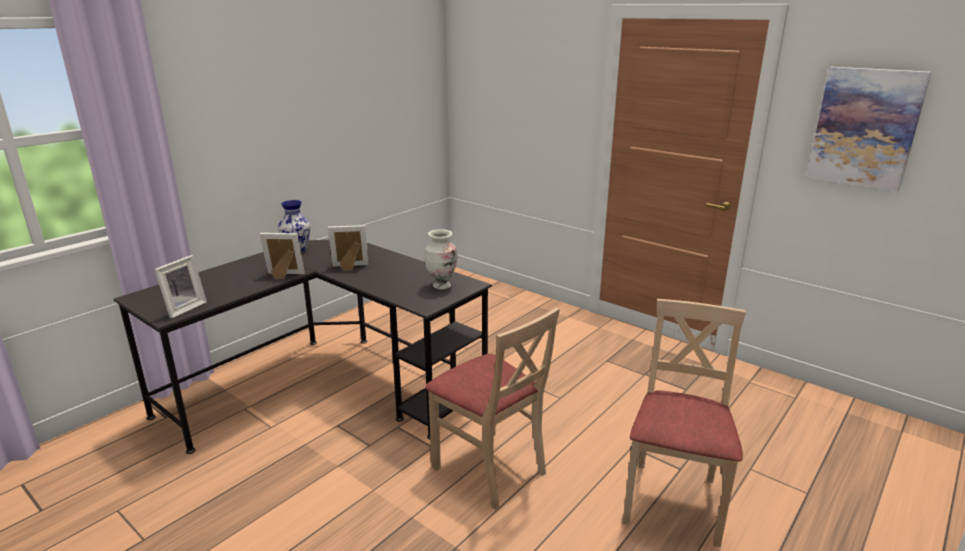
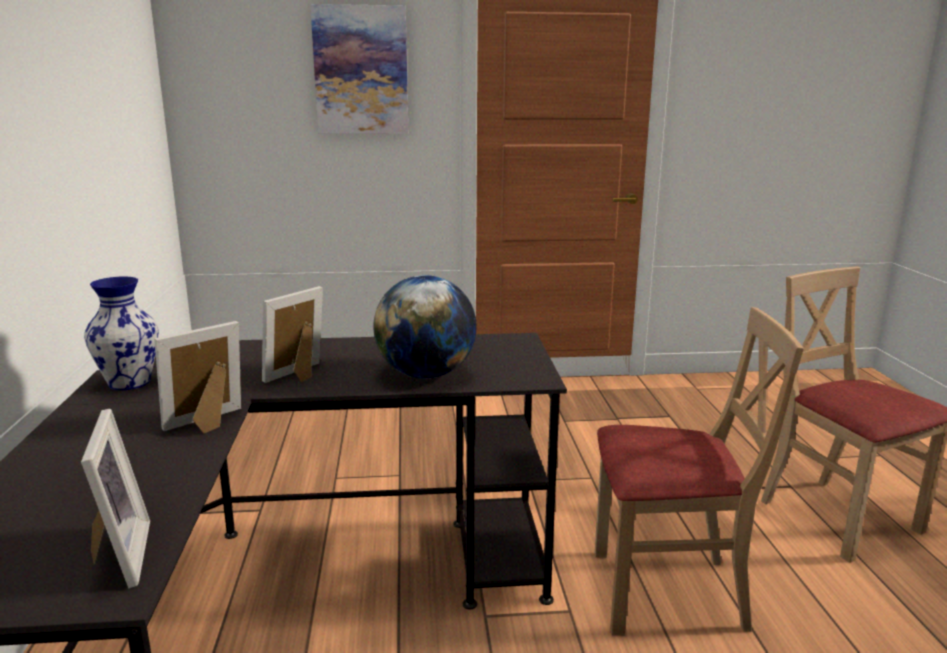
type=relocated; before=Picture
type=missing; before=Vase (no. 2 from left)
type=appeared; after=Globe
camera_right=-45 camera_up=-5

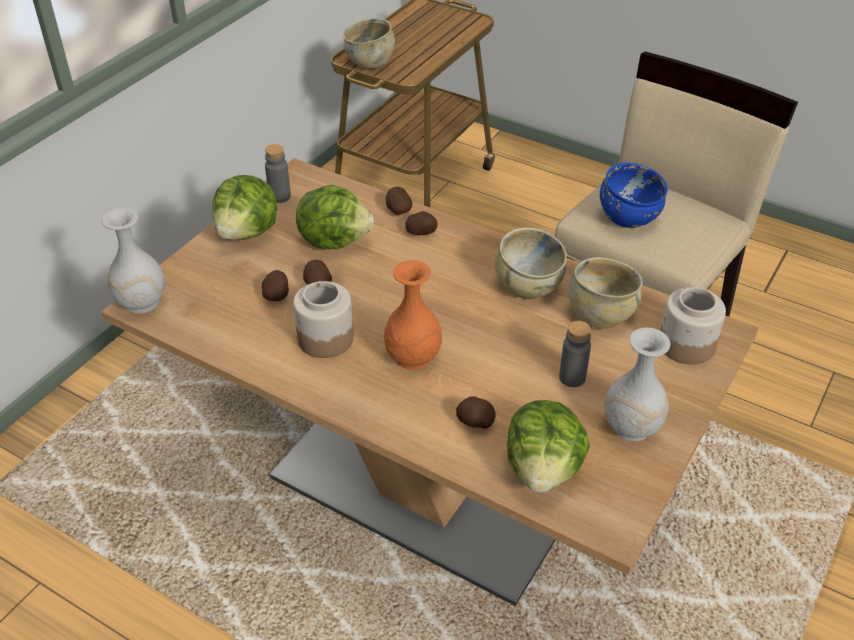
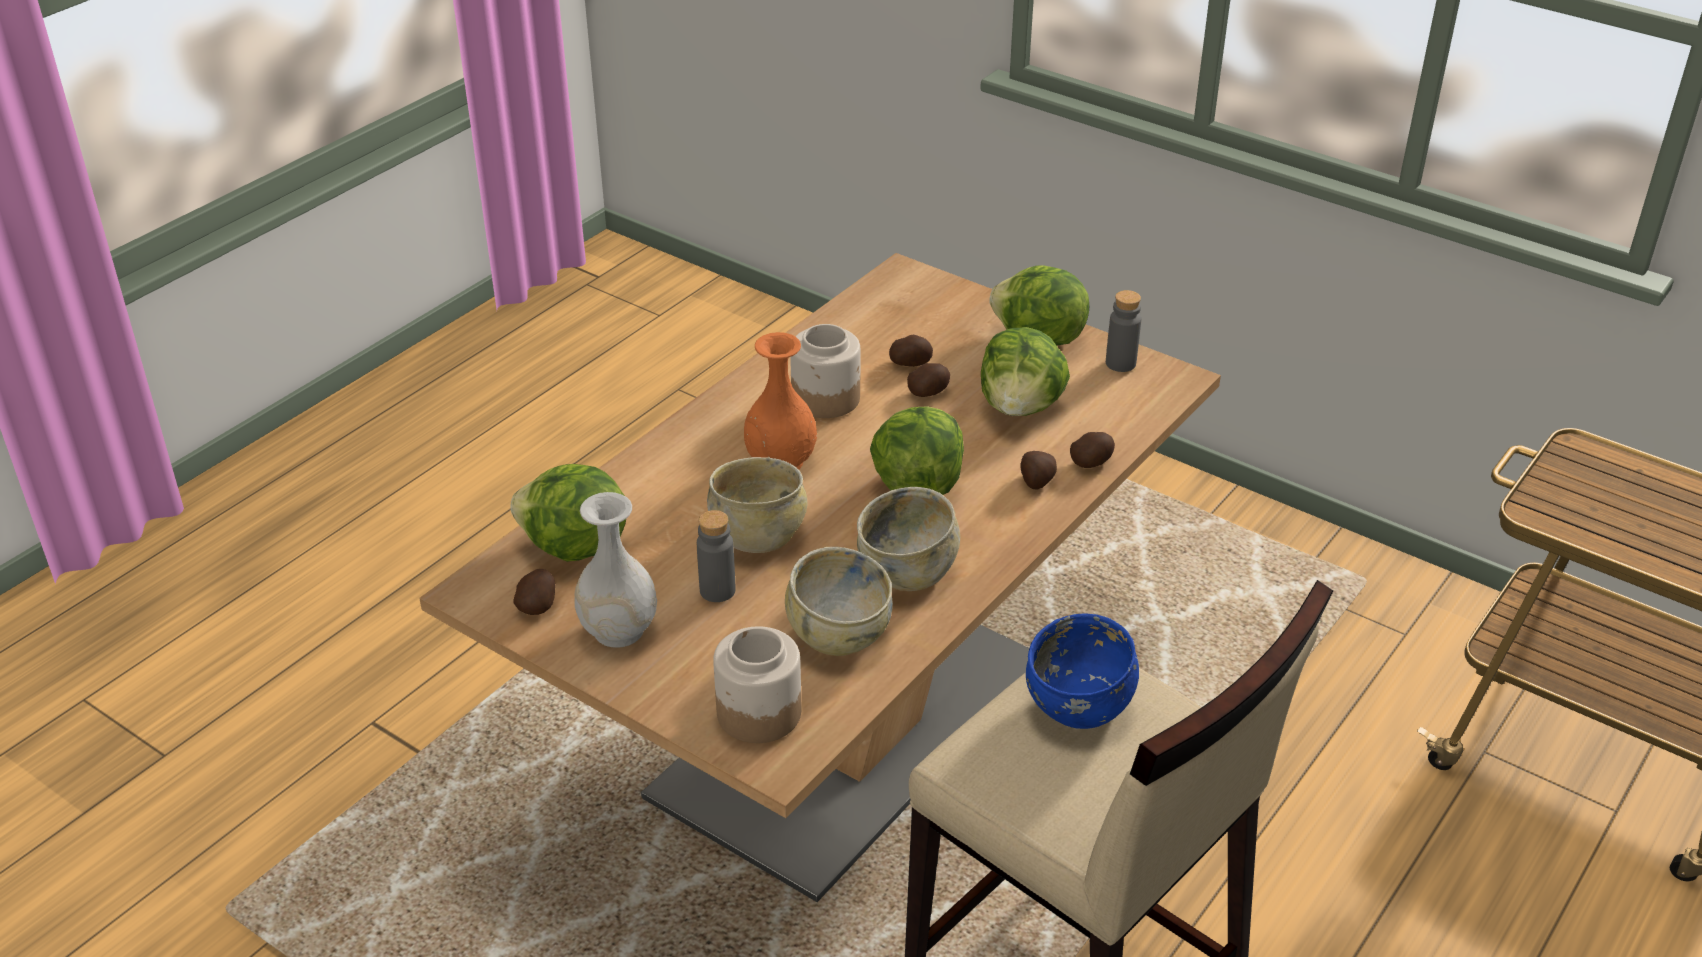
type=relocated; before=BeigeBowl (no. 1 from left)
type=missing; before=WhiteVase (no. 1 from left)
type=relocated; before=Potato (no. 5 from left in the first image); after=Potato (no. 1 from left)
type=appeared; after=Lettuce (no. 2 from left)
camera_right=95 camera_up=-5

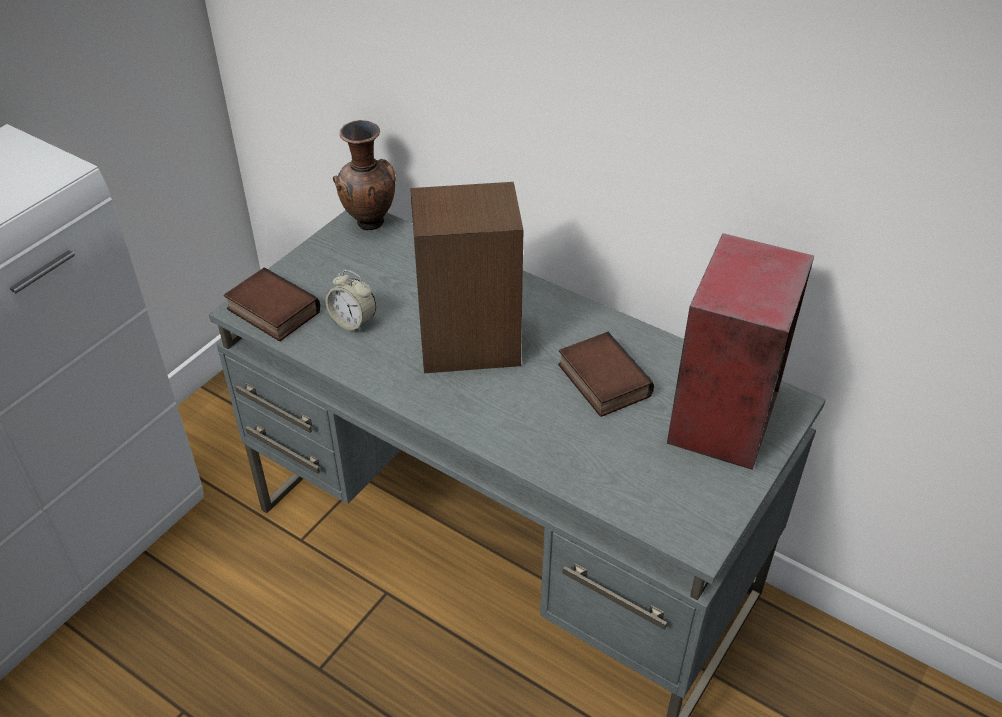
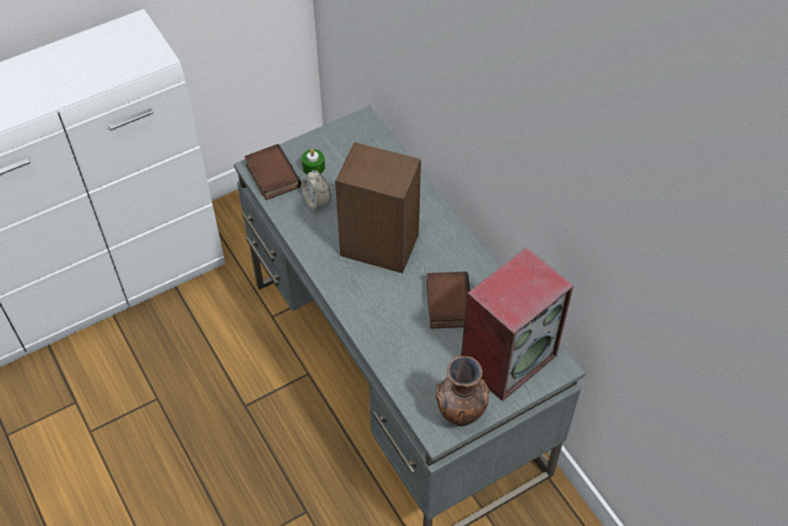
type=relocated; before=BrownVase
type=appeared; after=GreenCandle
camera_right=25 camera_up=10

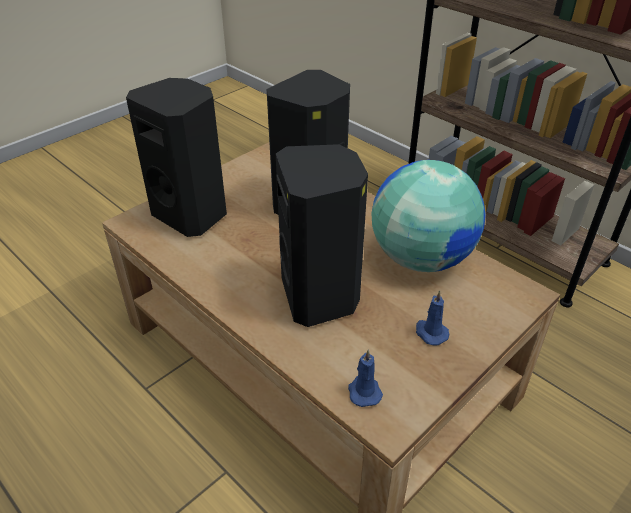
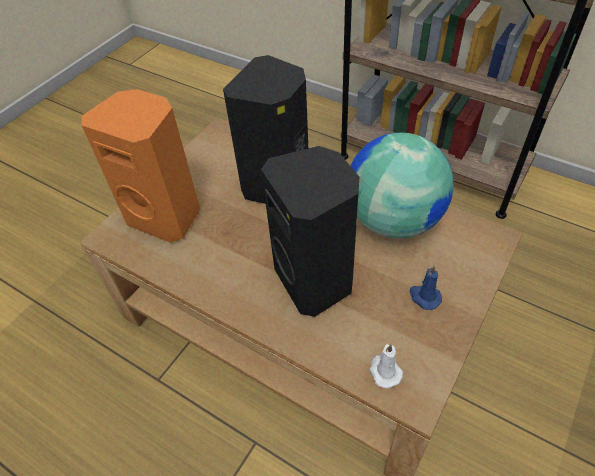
type=colour; before=BlackSpeaker (no. 1 from left); after=OrangeSpeaker
type=colour; before=BlueCandle (no. 1 from left); after=WhiteCandle
camera_right=-10 camera_up=10

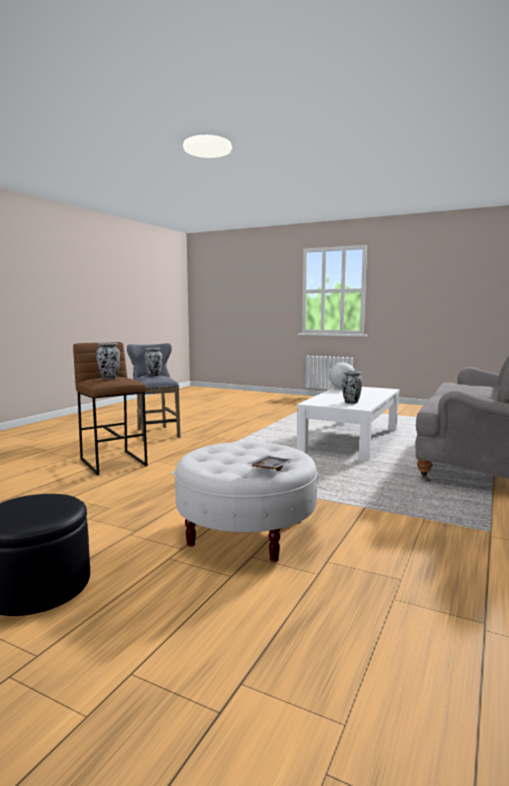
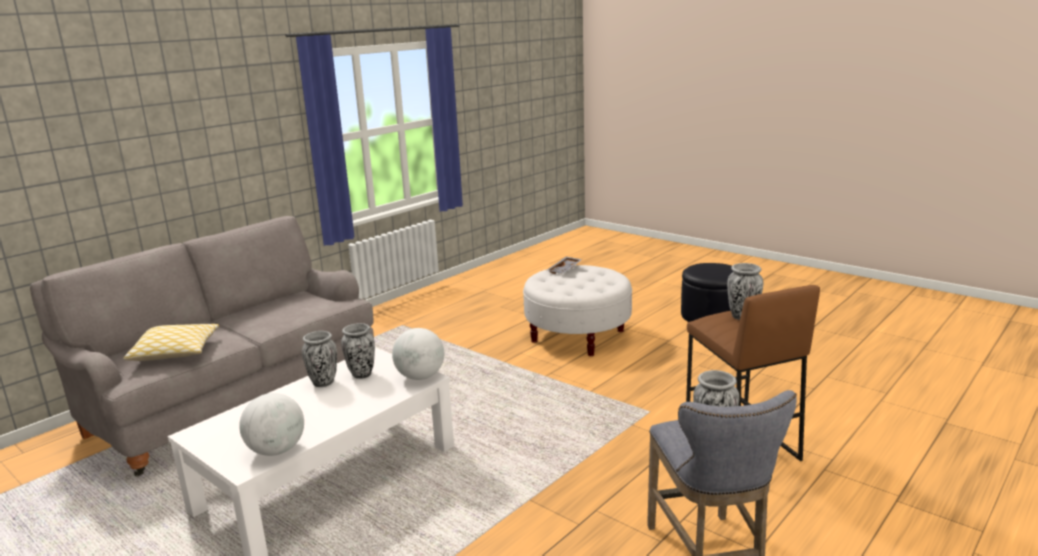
type=appeared; after=Pillow
type=appeared; after=Globe (no. 2 from left)
type=appeared; after=Vase (no. 1 from left)
camera_right=-165 camera_up=10

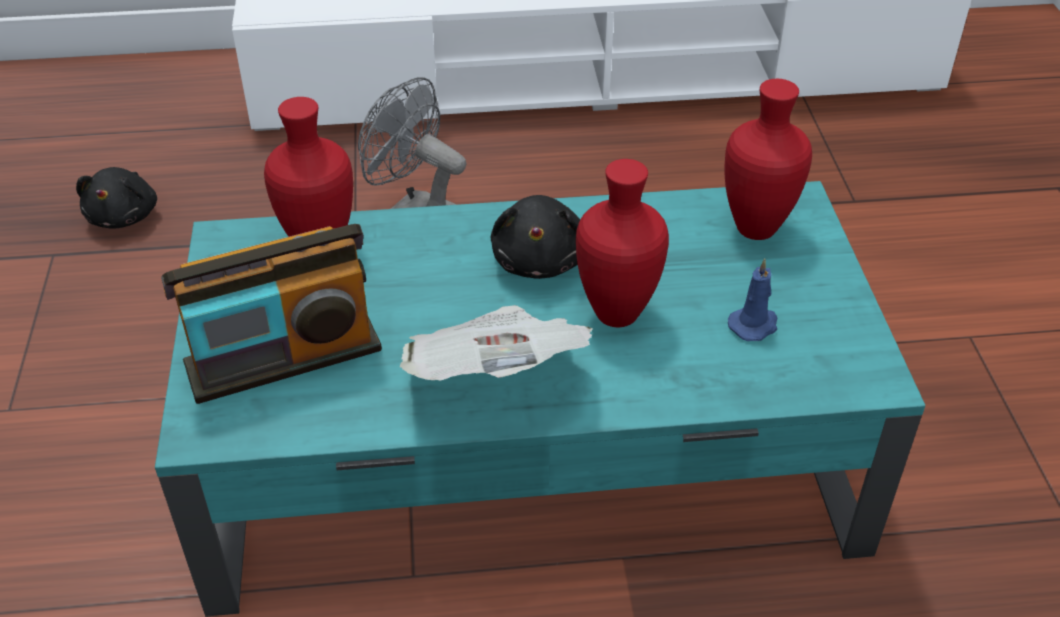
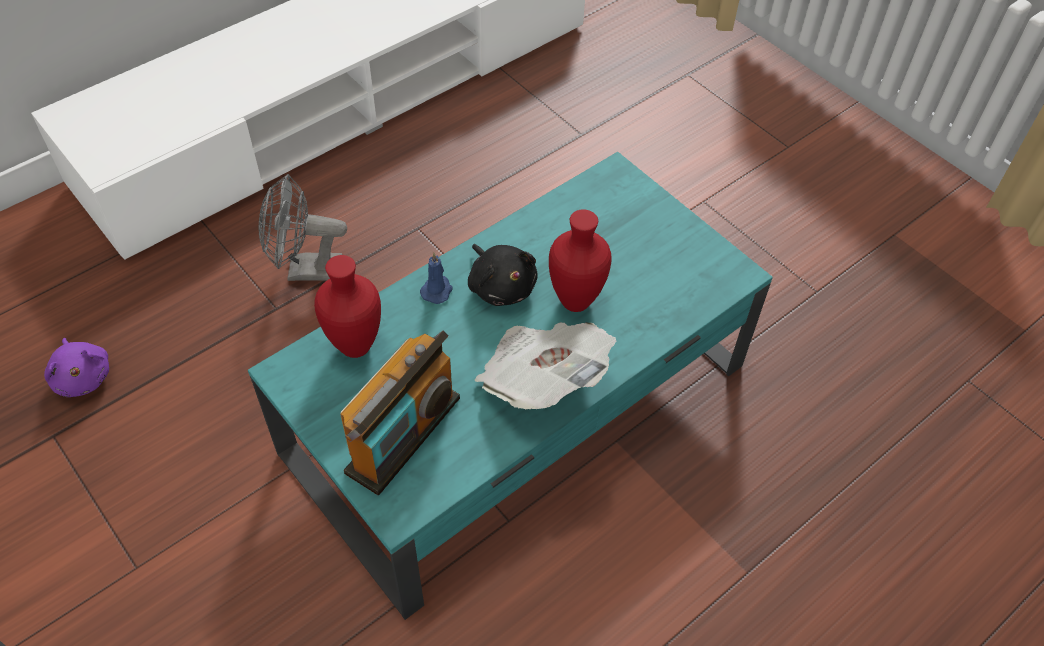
type=missing; before=RedVase (no. 3 from left)
type=colour; before=BlackPlushToy (no. 1 from left); after=PurplePlushToy
type=relocated; before=BlueCandle
camera_right=-35 camera_up=10

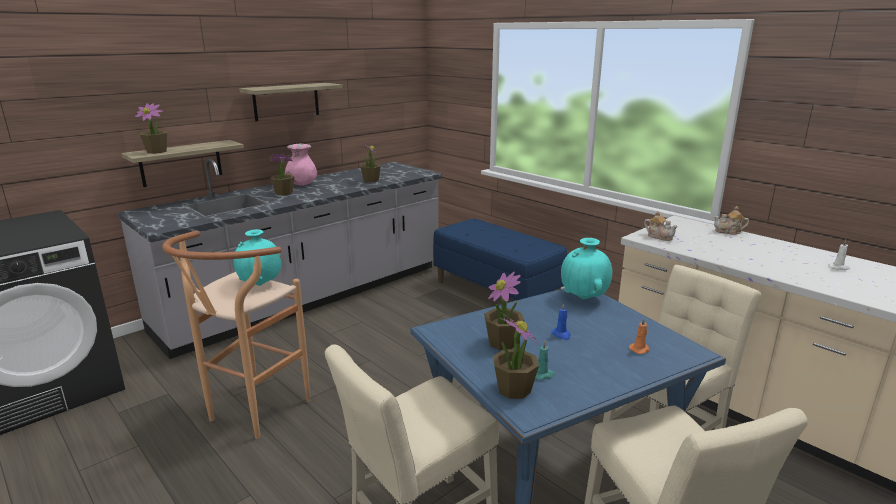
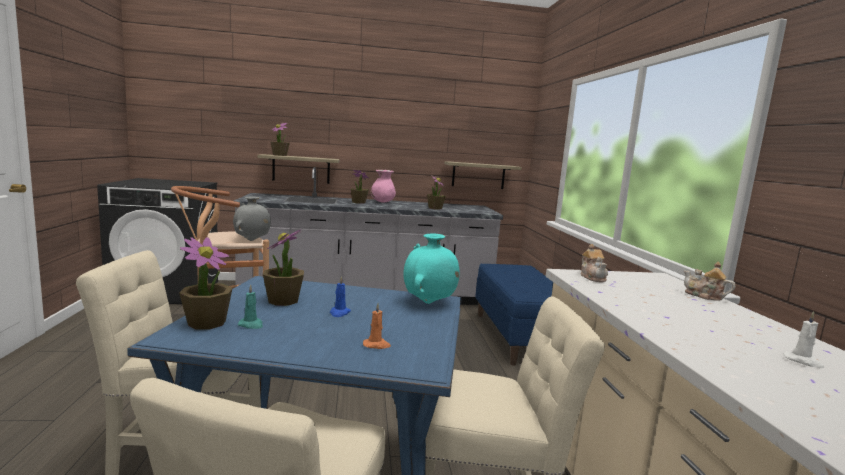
type=relocated; before=Shelf (no. 2 from left)
type=colour; before=TurquoiseVase (no. 1 from left); after=GreyVase
camera_right=35 camera_up=-10

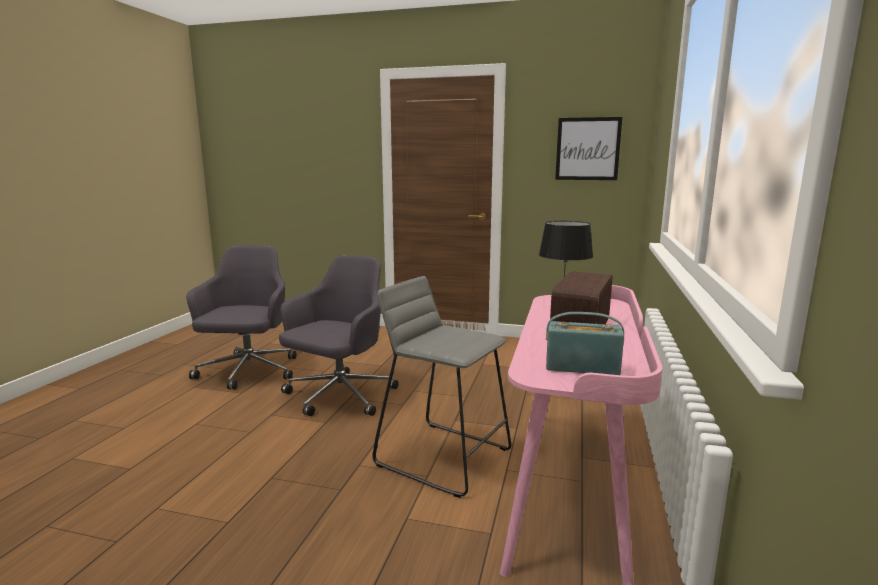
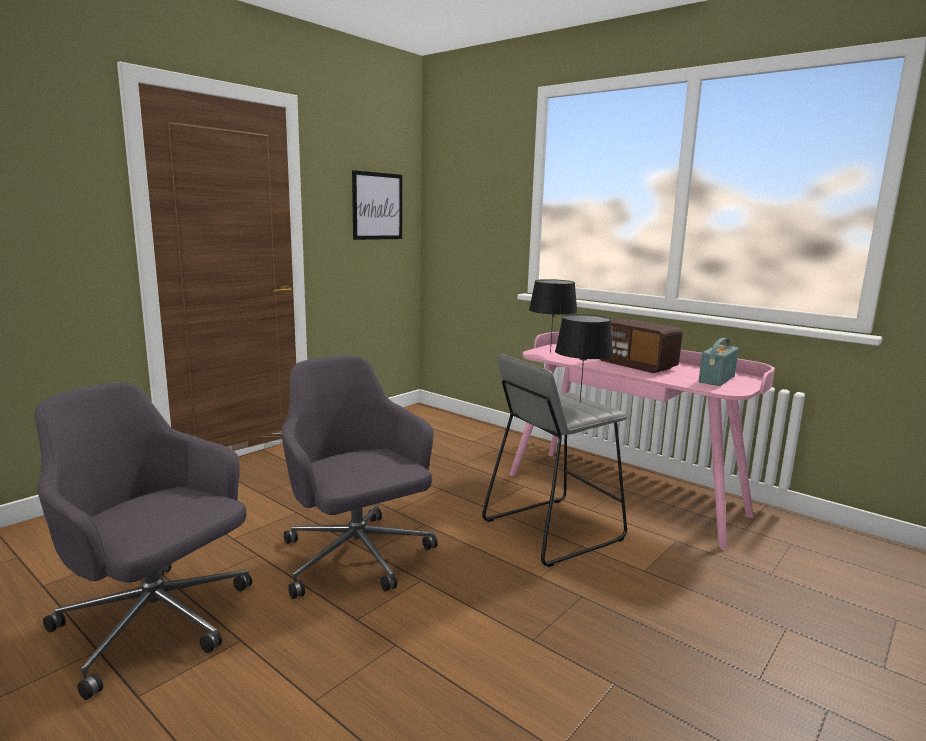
type=appeared; after=BlackTableLamp (no. 2 from left)
camera_right=-65 camera_up=0

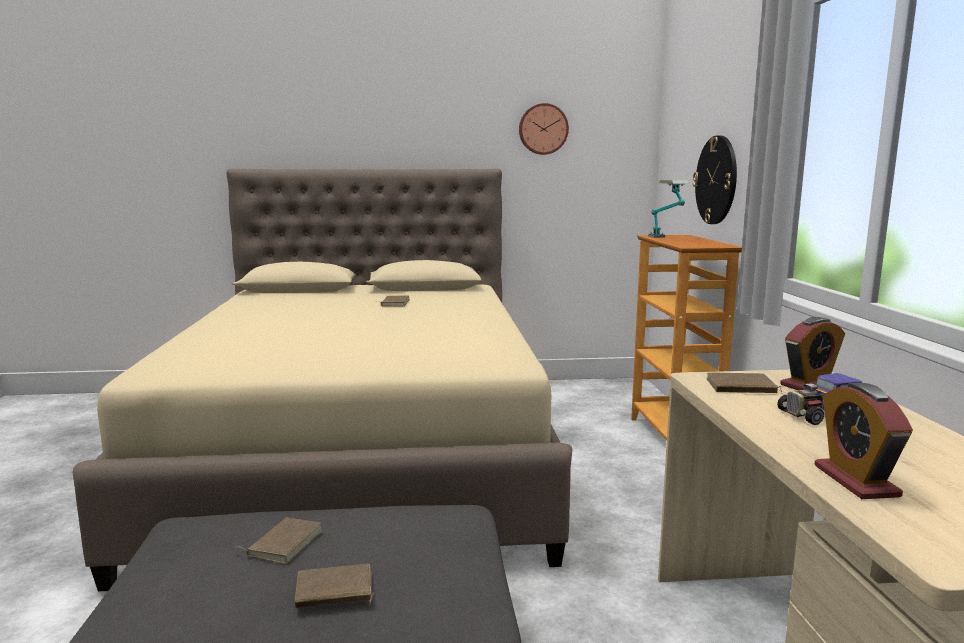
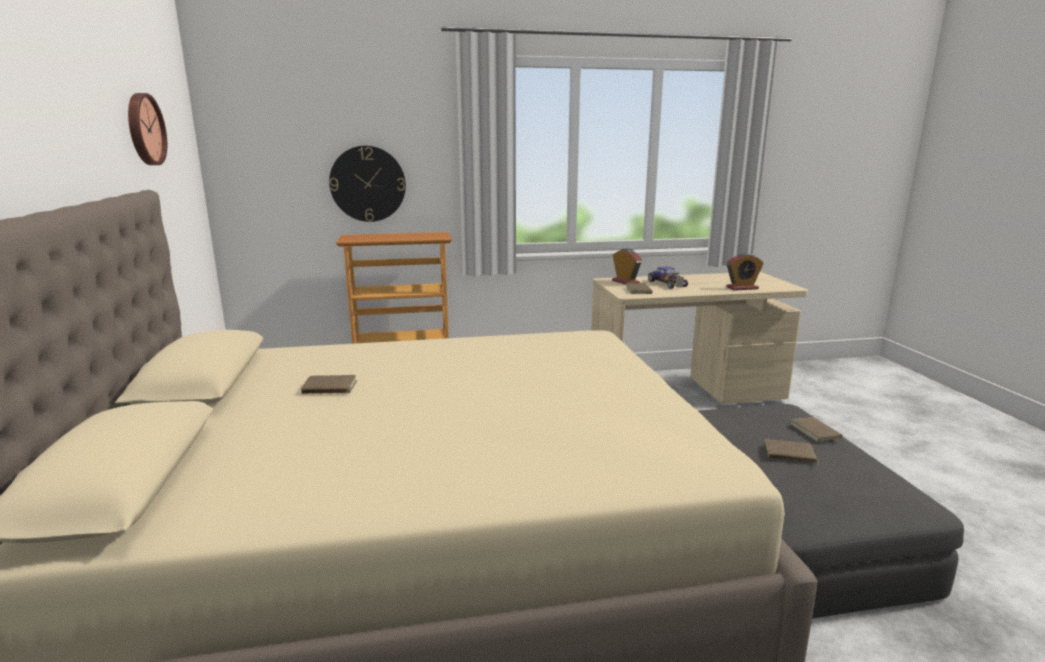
type=missing; before=TableLamp
camera_right=-95 camera_up=5

